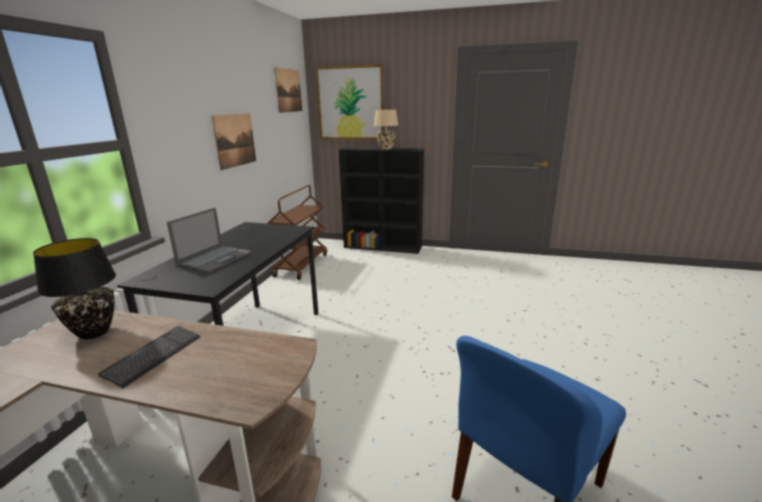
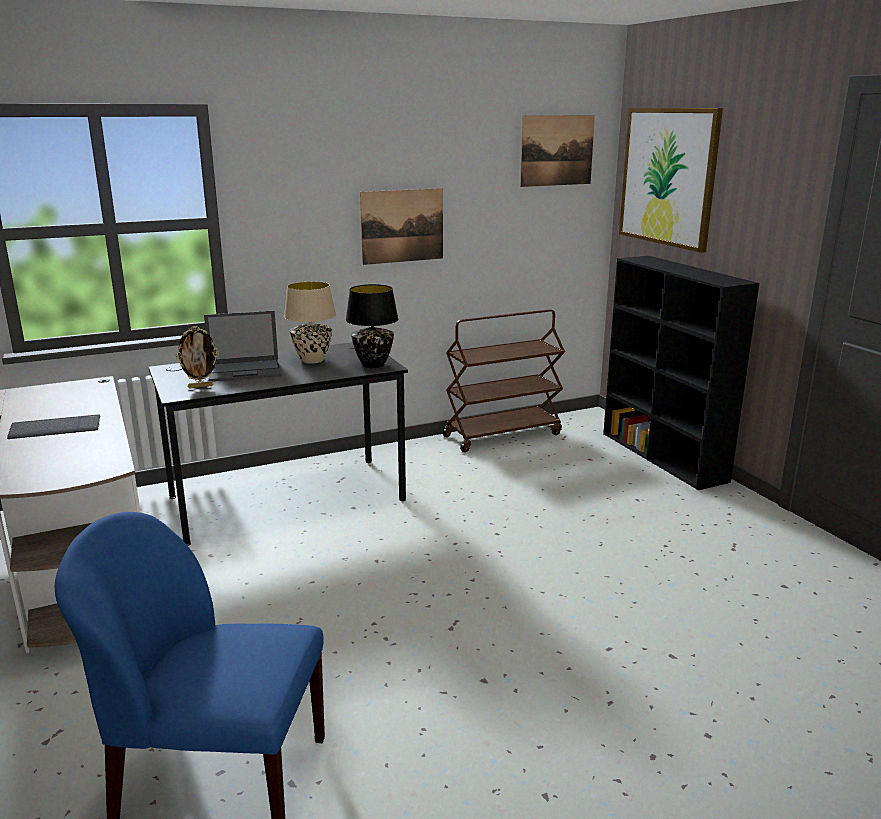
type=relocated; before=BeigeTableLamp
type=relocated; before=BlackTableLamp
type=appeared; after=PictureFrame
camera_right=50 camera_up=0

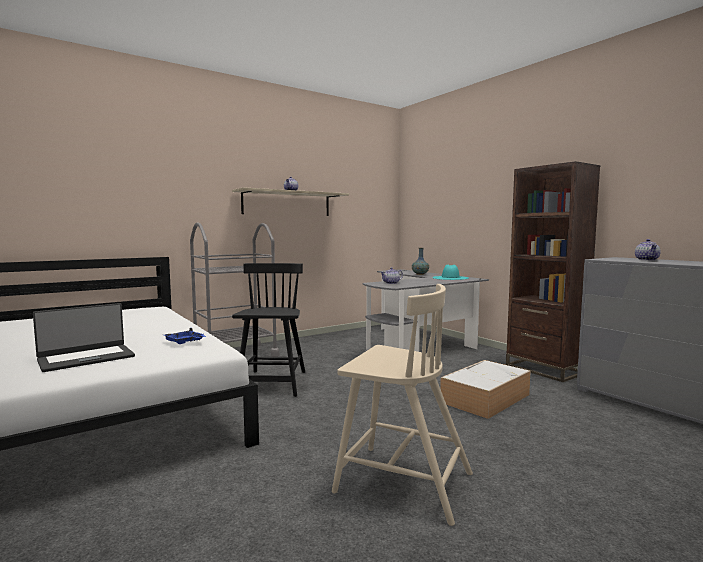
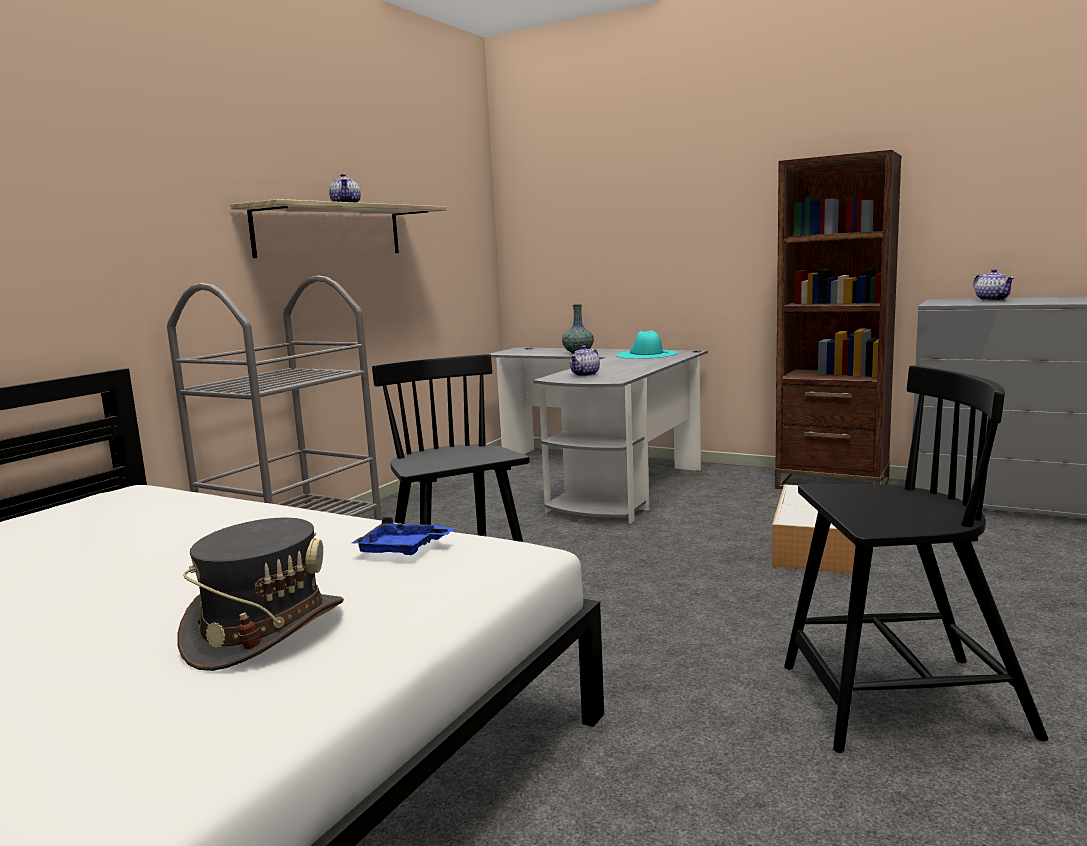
type=colour; before=BeigeChair; after=BlackChair (no. 2 from left)
type=exchanged; before=Laptop; after=GreyHat
camera_right=-25 camera_up=5

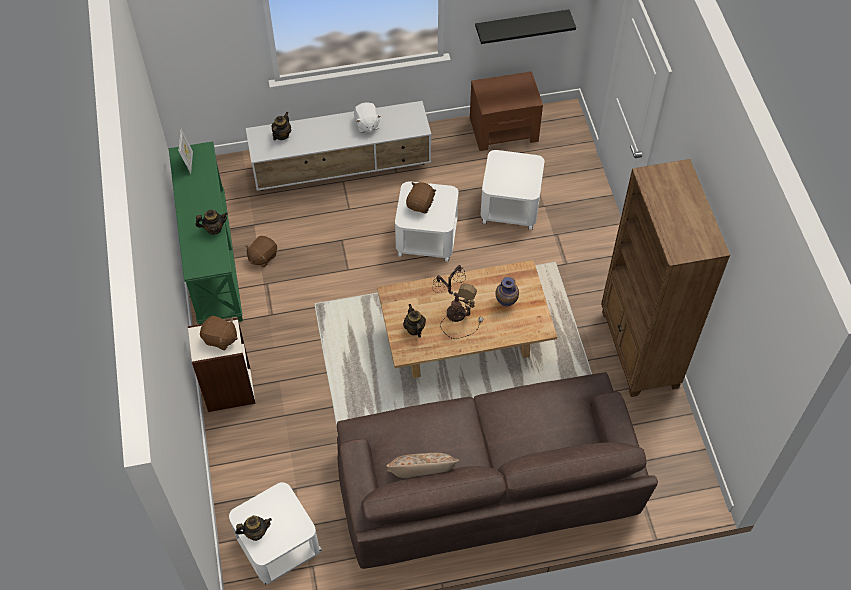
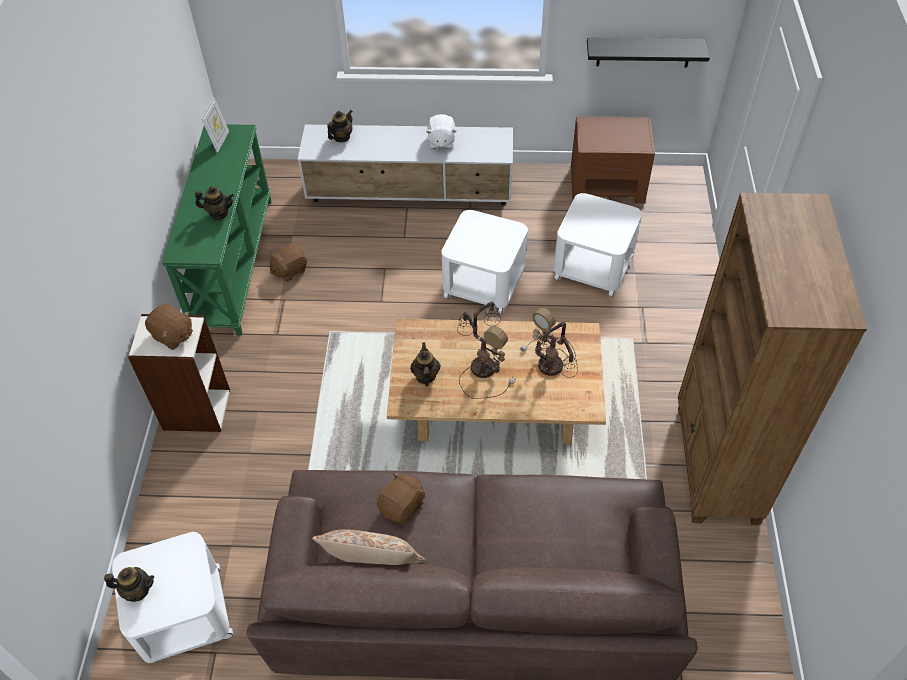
type=relocated; before=BrownPlushToy (no. 3 from left)
type=exchanged; before=Vase; after=TableLamp (no. 2 from left)
camera_right=15 camera_up=-5

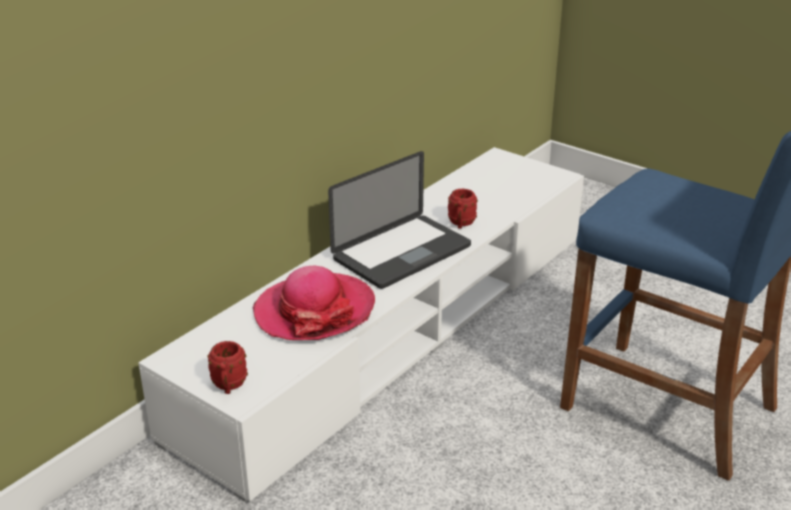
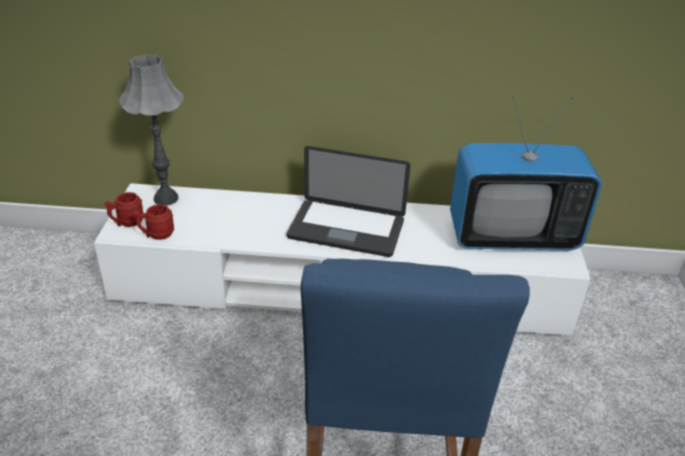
type=relocated; before=RedMug (no. 2 from left)
type=missing; before=Hat
type=appeared; after=GreyTableLamp
type=appeared; after=Television
camera_right=55 camera_up=5

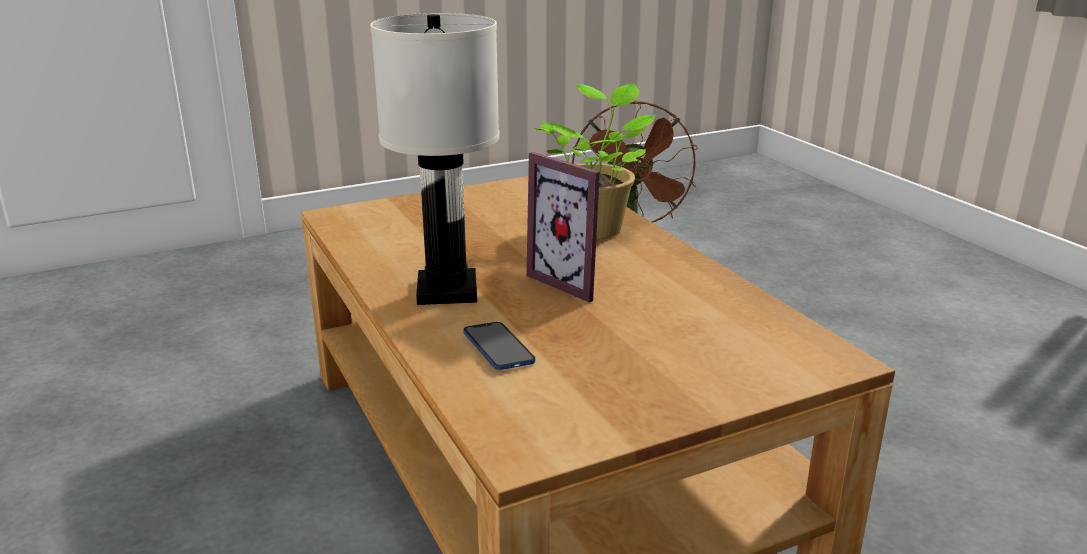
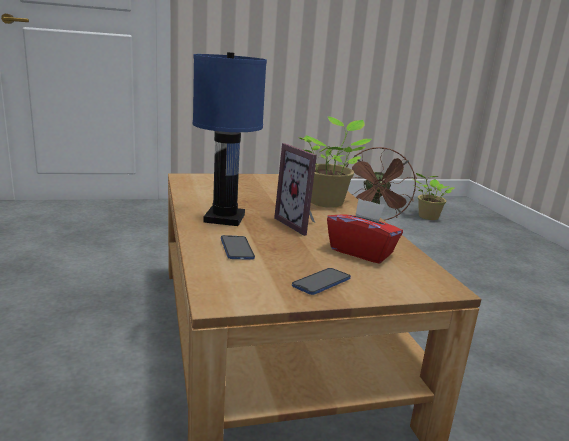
type=colour; before=WhiteTableLamp; after=BlueTableLamp
type=appeared; after=PottedPlant (no. 2 from left)
type=appeared; after=RedTissueBox
type=appeared; after=Phone (no. 2 from left)
camera_right=10 camera_up=-5

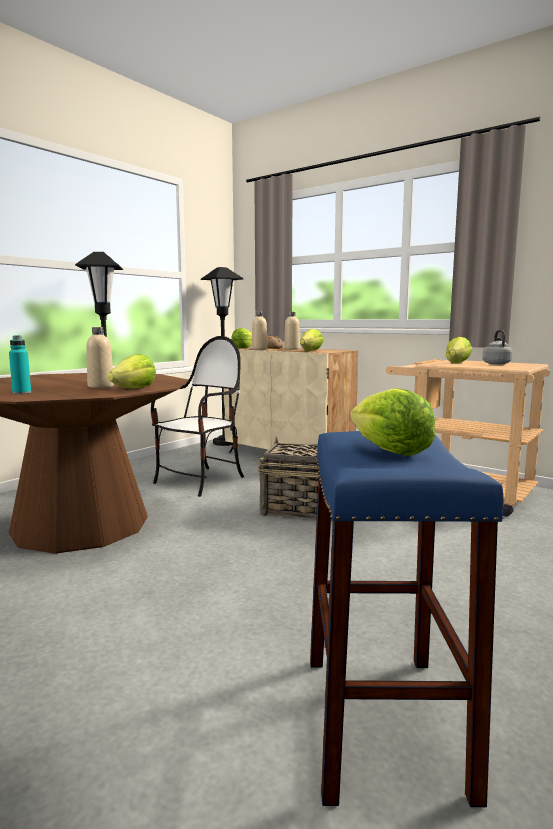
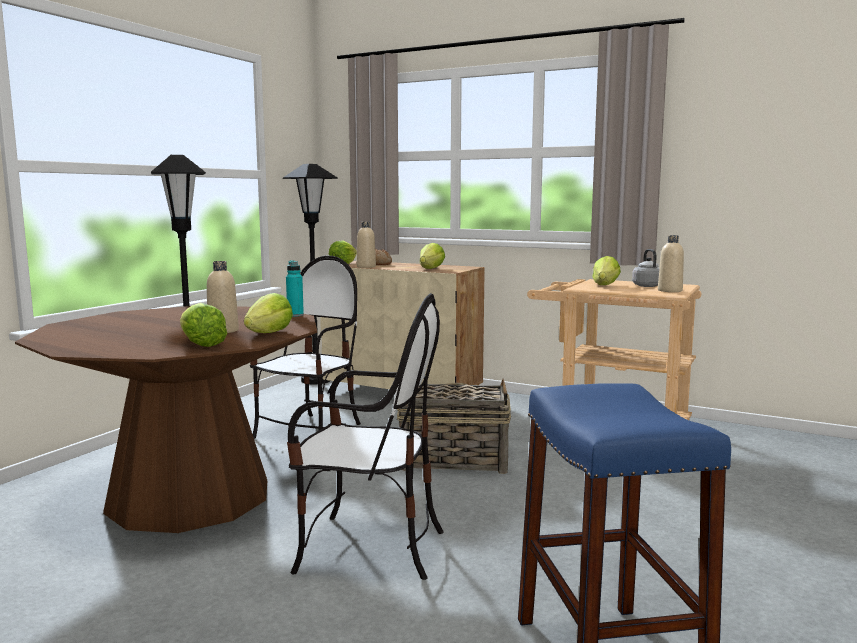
type=relocated; before=BeigeBottle (no. 3 from left)
type=relocated; before=TurquoiseBottle
type=relocated; before=Lettuce (no. 4 from left in the first image); after=Lettuce (no. 1 from left)
type=appeared; after=Chair (no. 2 from left)
camera_right=-10 camera_up=0

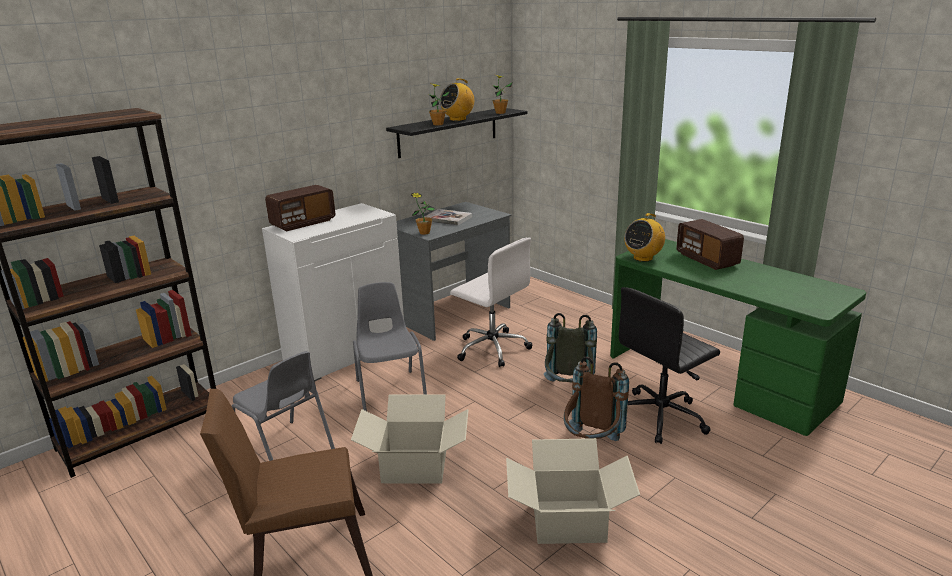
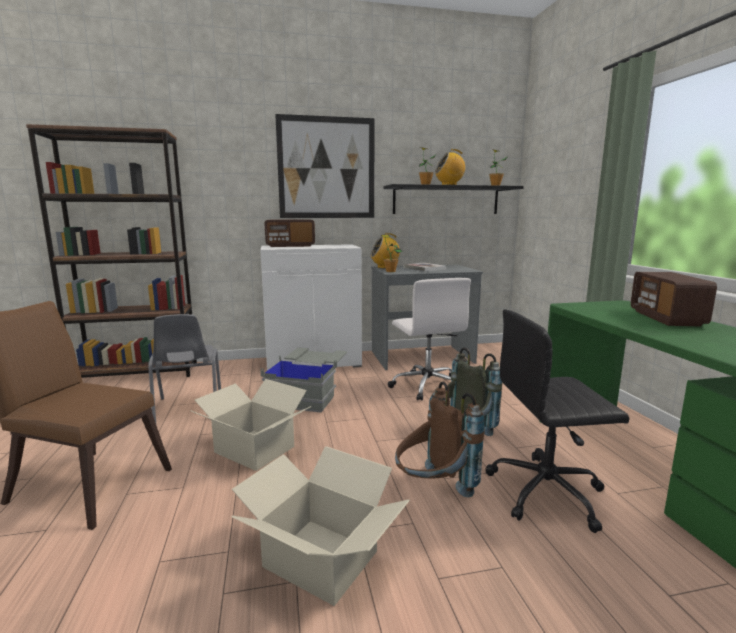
type=relocated; before=Radio (no. 3 from left in the first image); after=Radio (no. 2 from left)
type=exchanged; before=GreyChair (no. 2 from left); after=GreyStorageBox
type=appeared; after=Picture
camera_right=30 camera_up=-10

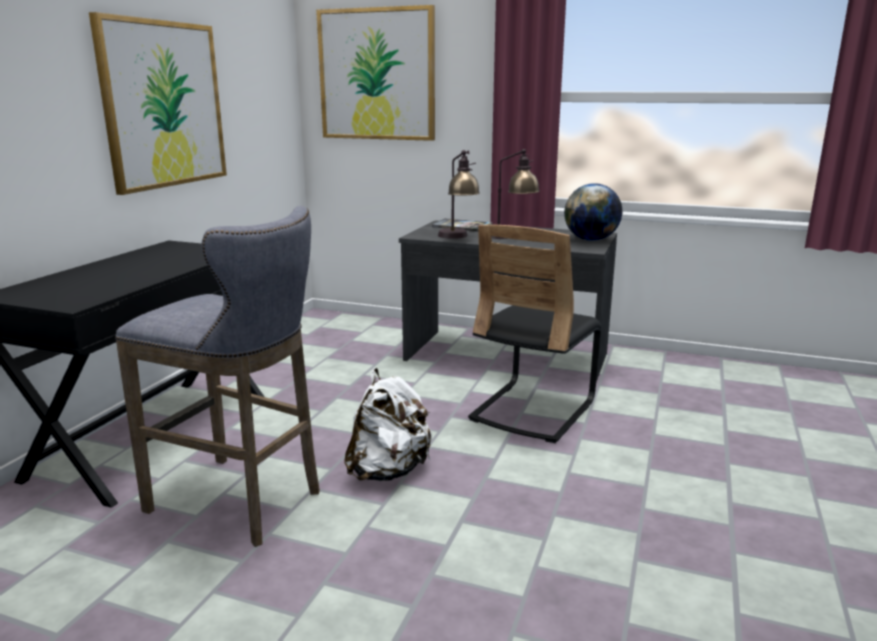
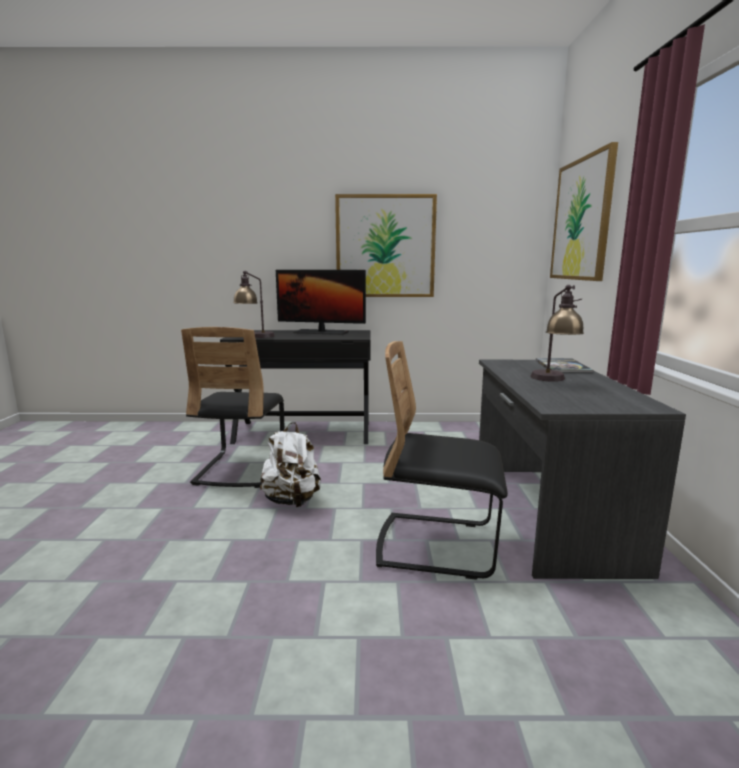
type=relocated; before=TableLamp (no. 1 from left)
type=missing; before=Globe
type=exchanged; before=GreyStool; after=BlackChair (no. 1 from left)
type=appeared; after=Monitor
camera_right=70 camera_up=-5

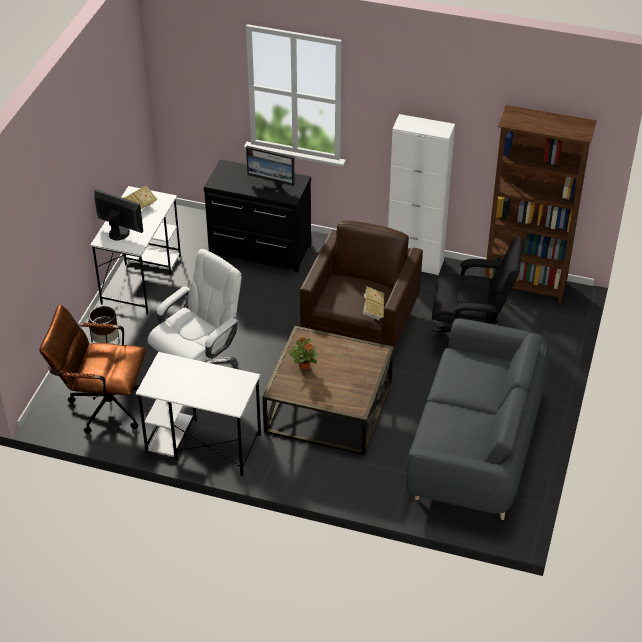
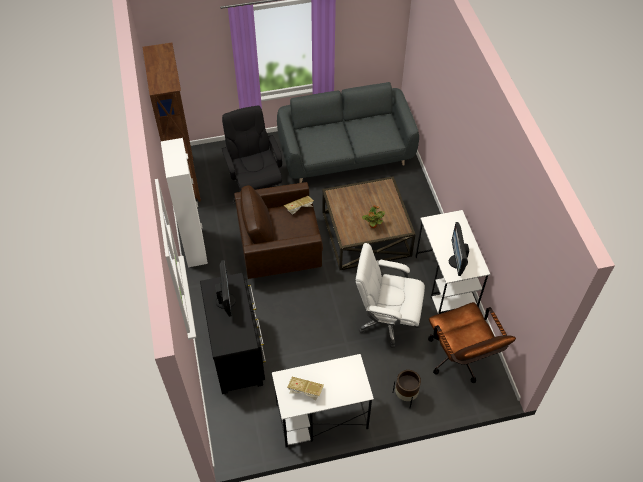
type=relocated; before=Monitor (no. 1 from left in the first image); after=Monitor (no. 2 from left)
camera_right=-120 camera_up=10

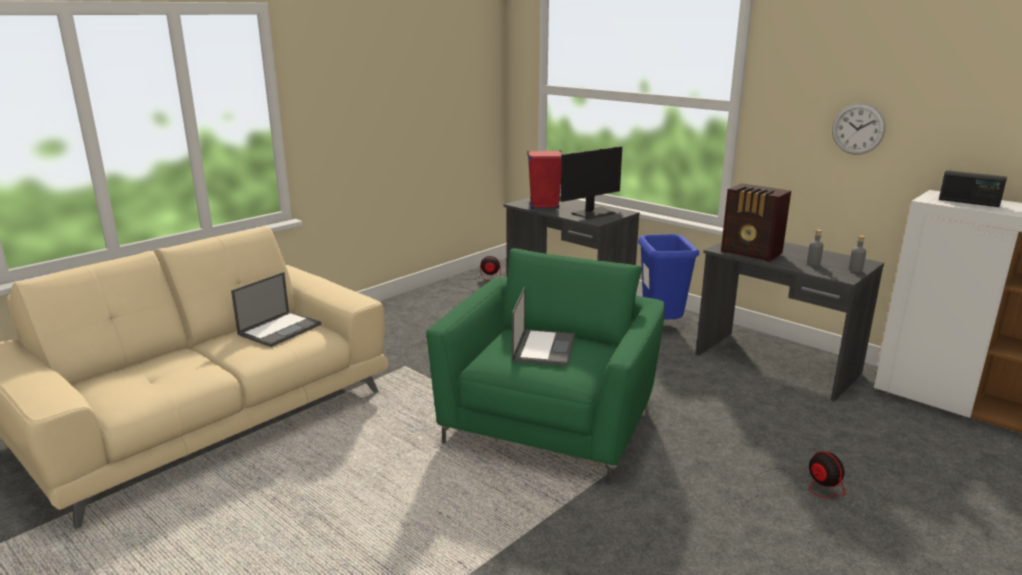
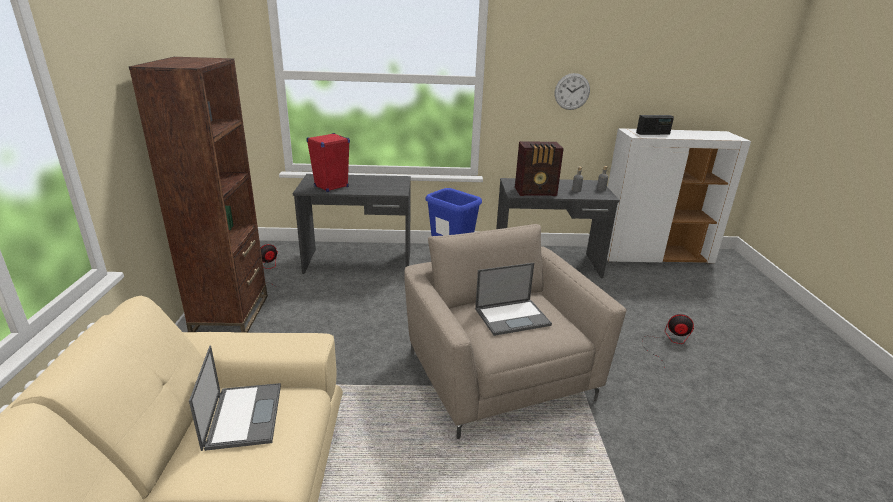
type=missing; before=Monitor
type=colour; before=GreenArmchair; after=BeigeArmchair
type=spun; before=Laptop (no. 2 from left); turn=105
type=appeared; after=BrownBookcase
camera_right=-45 camera_up=5

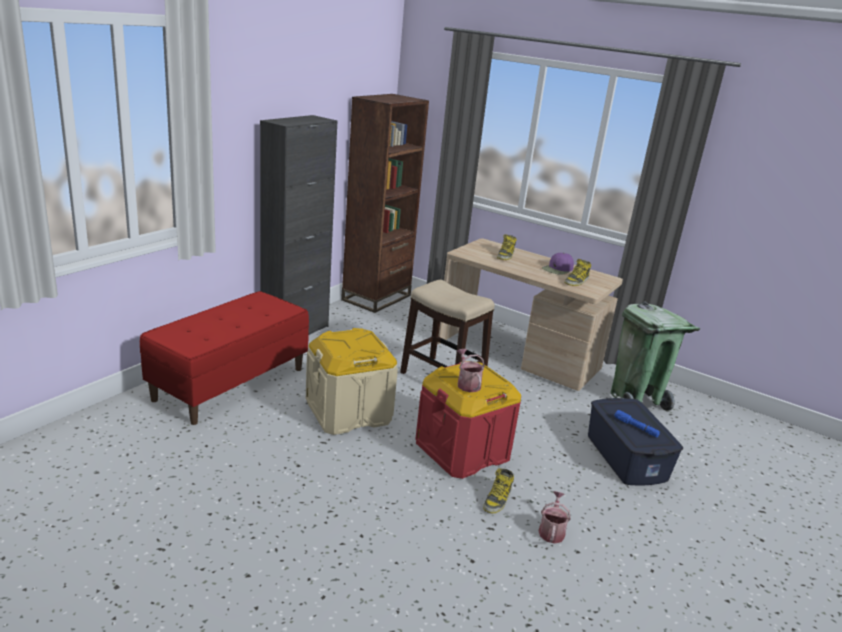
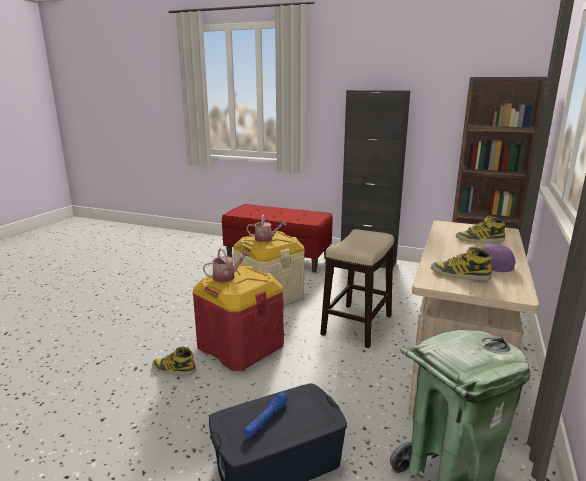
type=relocated; before=WateringCan (no. 2 from left)
camera_right=80 camera_up=-5

